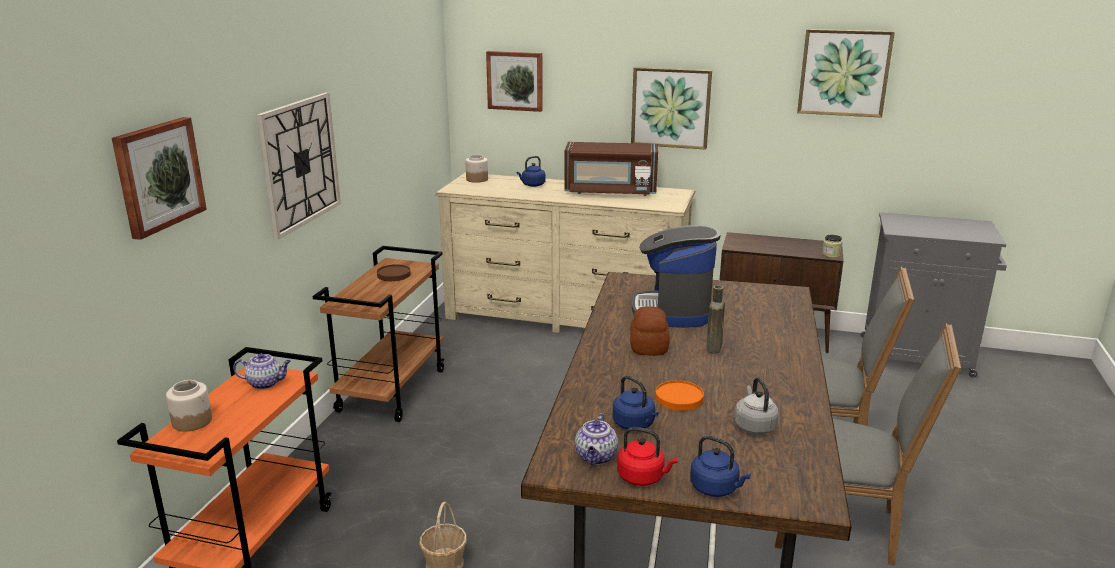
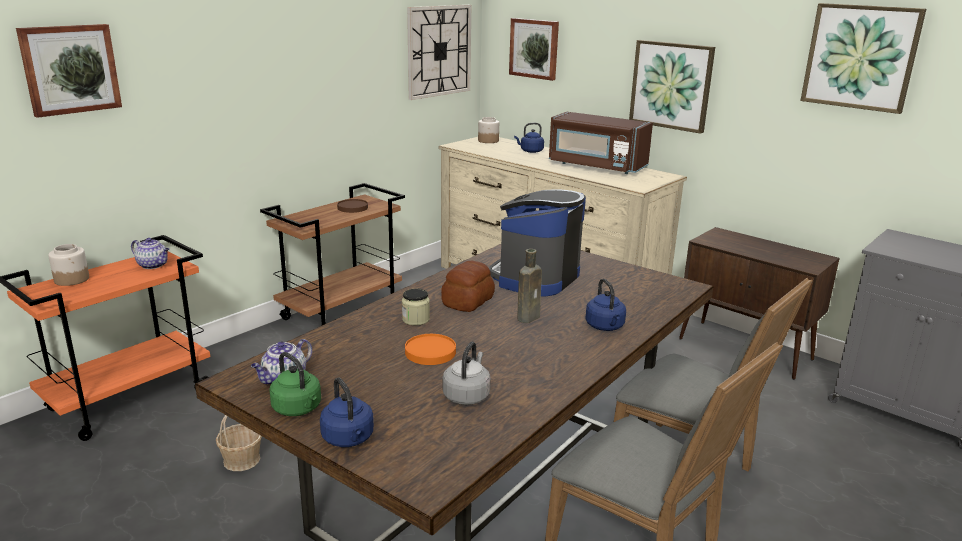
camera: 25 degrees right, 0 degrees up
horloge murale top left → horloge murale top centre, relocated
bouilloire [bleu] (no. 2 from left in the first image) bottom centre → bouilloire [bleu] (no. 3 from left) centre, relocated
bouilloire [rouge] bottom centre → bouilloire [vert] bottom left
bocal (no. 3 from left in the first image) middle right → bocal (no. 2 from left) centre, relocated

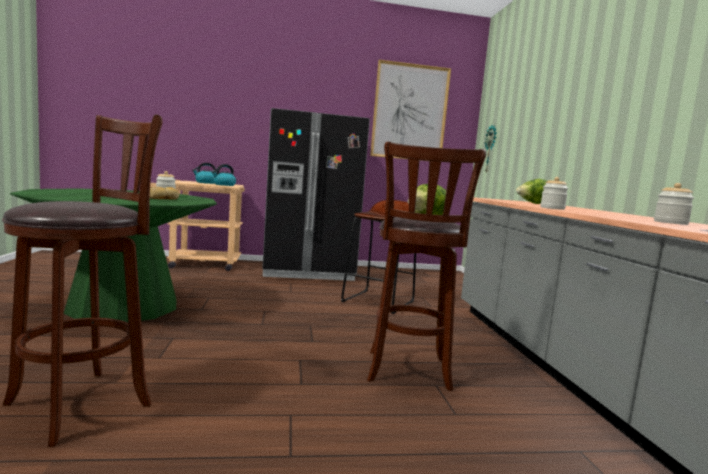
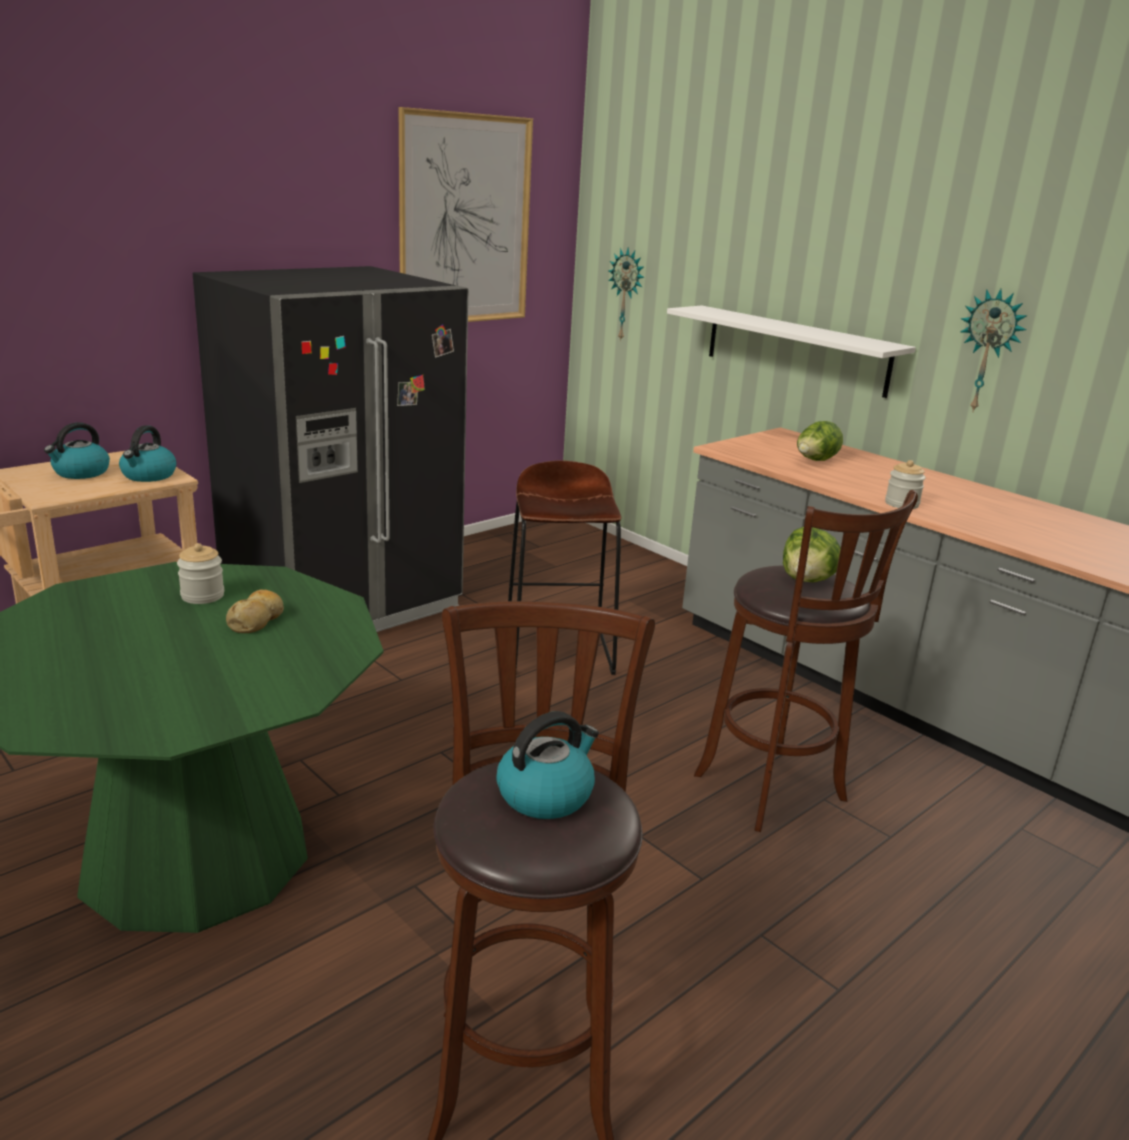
camera: 35 degrees left, 15 degrees up
bocal (no. 3 from left) middle right → -
- → bouilloire (no. 3 from left) bottom centre
- → étagère [blanc] top right
- → horloge murale (no. 2 from left) top right

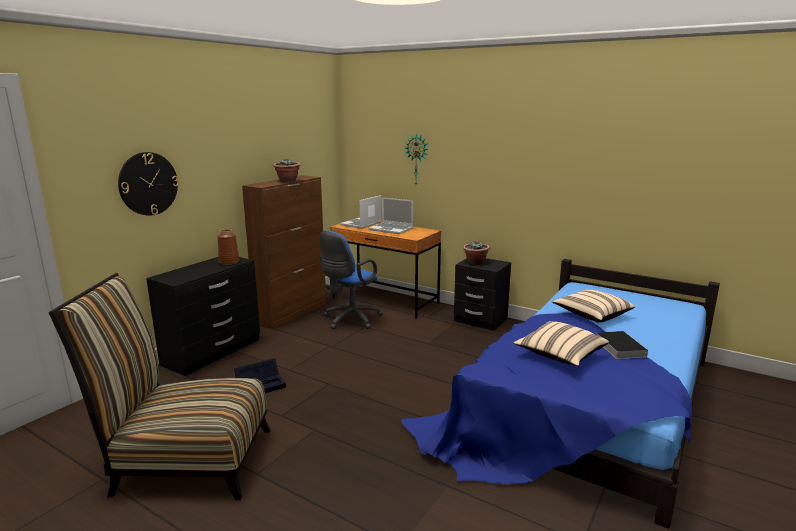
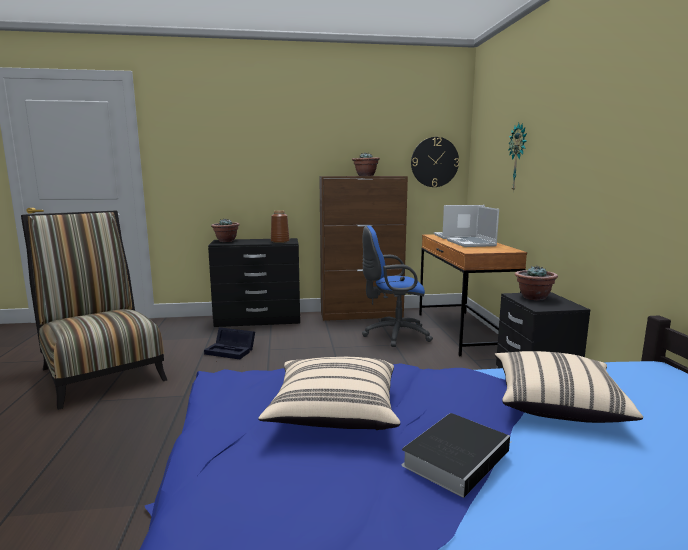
camera: 50 degrees right, 5 degrees down
horloge murale (no. 1 from left) middle left → horloge murale (no. 1 from left) top centre, relocated
- → plante en pot (no. 1 from left) middle left

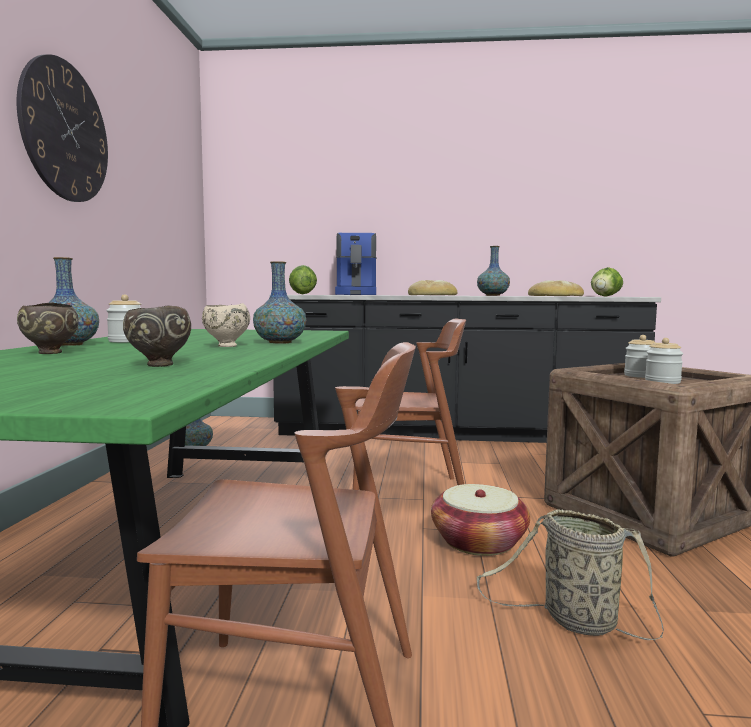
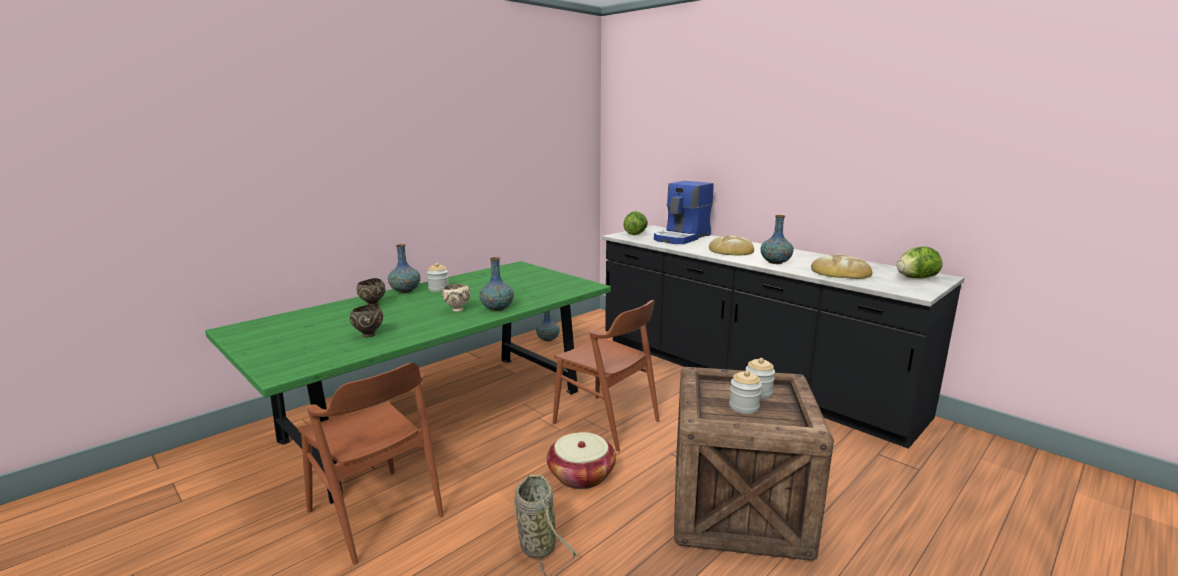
camera: 40 degrees right, 10 degrees up
horloge murale top left → -

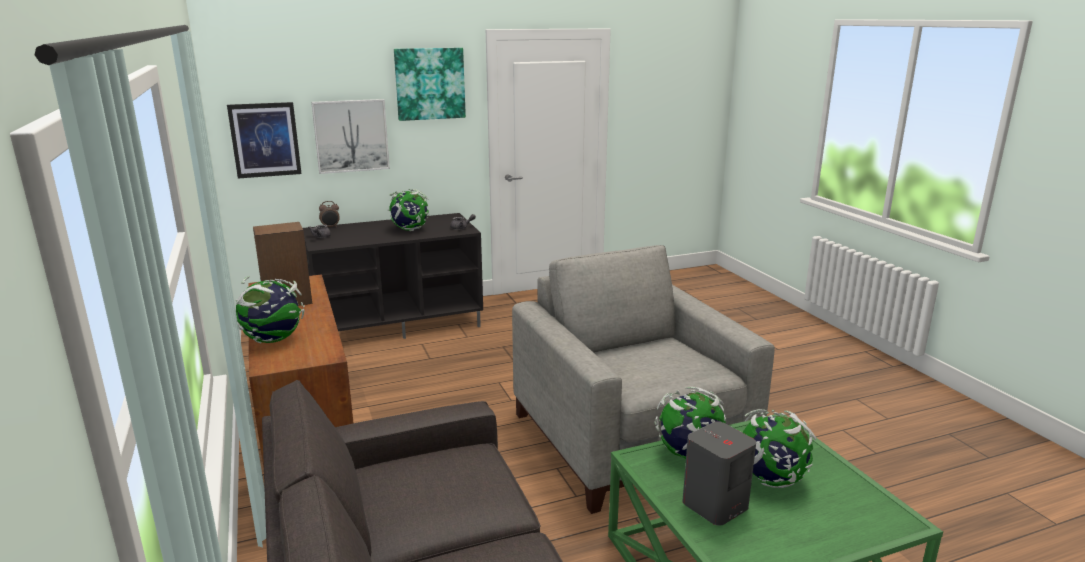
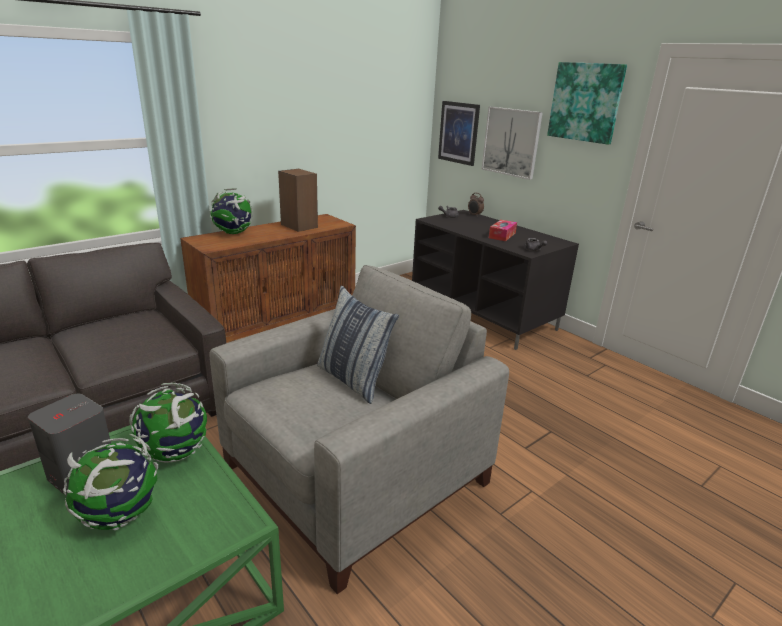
camera: 70 degrees right, 5 degrees up
globe (no. 2 from left) centre → boîte à mouchoirs centre
- → coussin centre

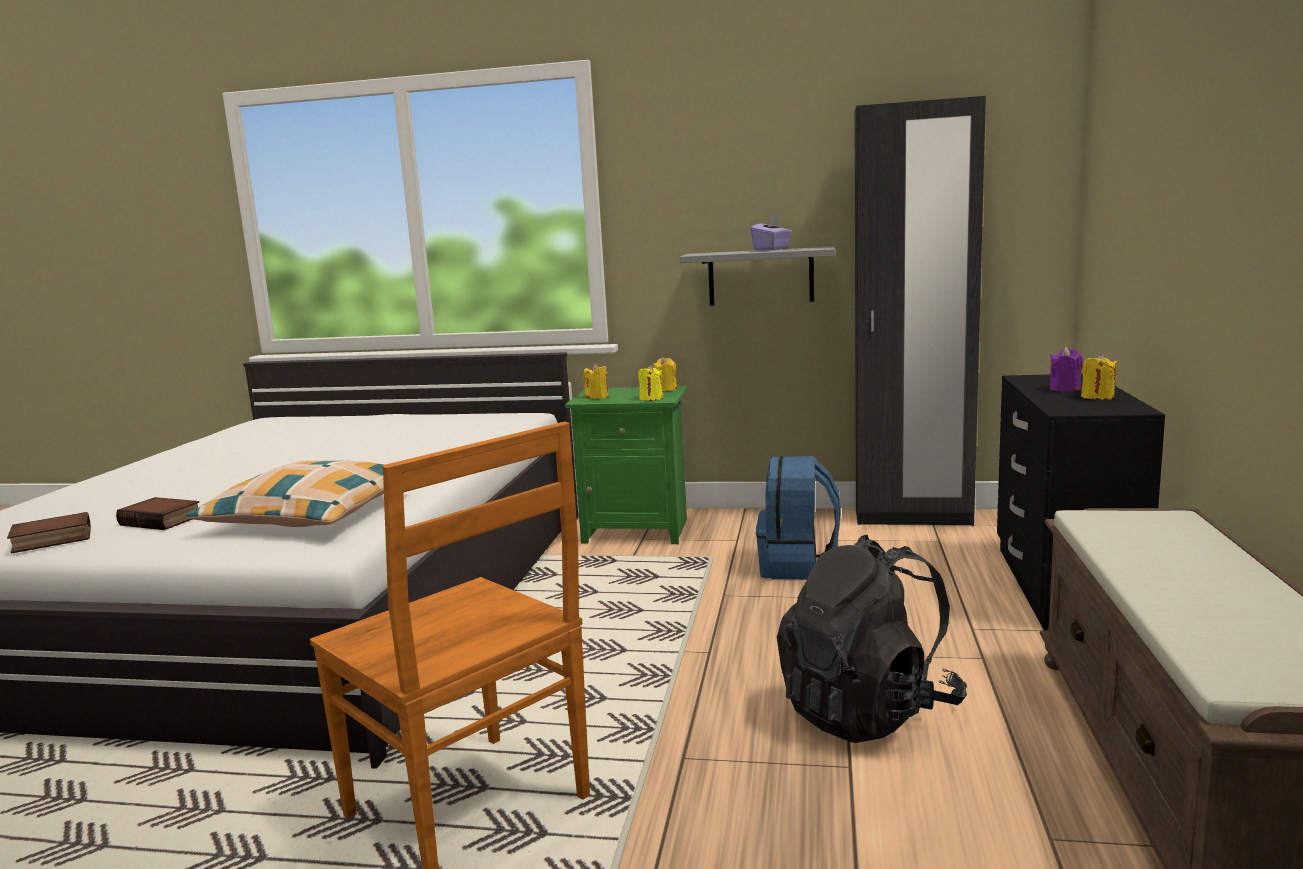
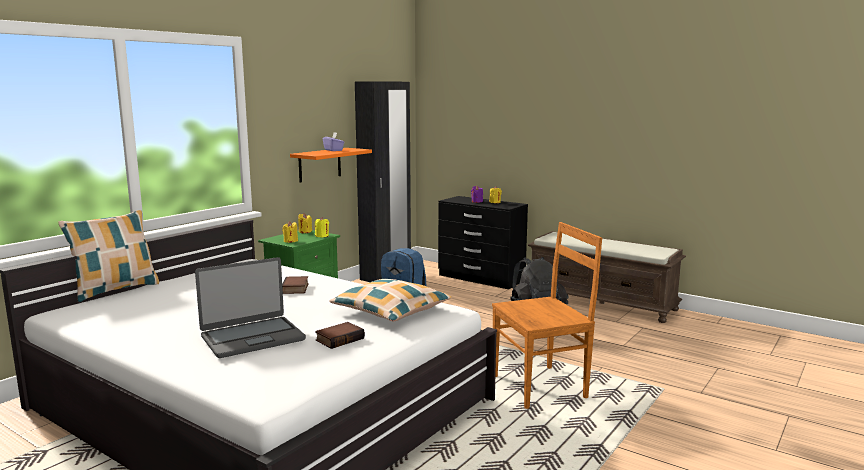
camera: 65 degrees left, 0 degrees up
livre (no. 1 from left) middle left → livre (no. 1 from left) centre, relocated
étagère [gris] top centre → étagère [orange] centre
- → coussin (no. 1 from left) middle left
- → ordinateur portable middle left

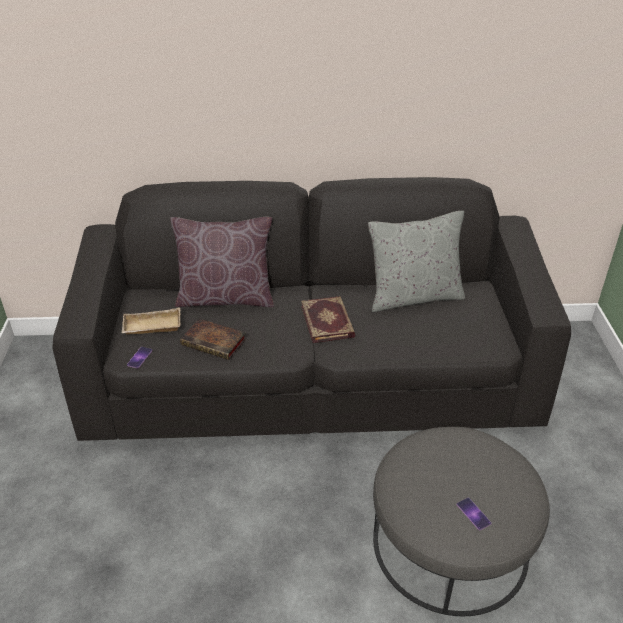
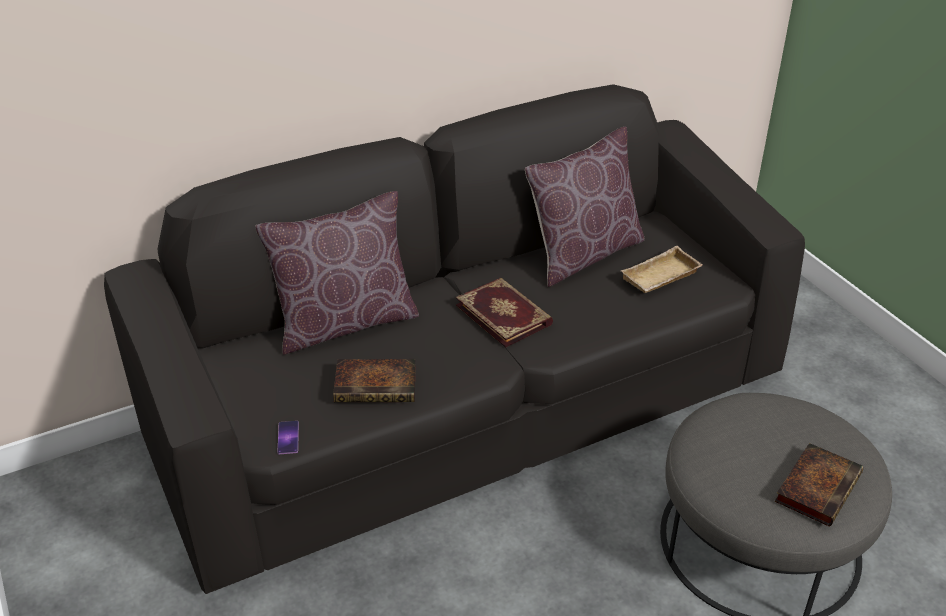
camera: 25 degrees left, 0 degrees up
plateau [beige] middle left → plateau [beige] middle right, relocated
coussin [gris] middle right → coussin [marron] (no. 2 from left) centre
téléphone (no. 2 from left) bottom right → livre (no. 3 from left) bottom right

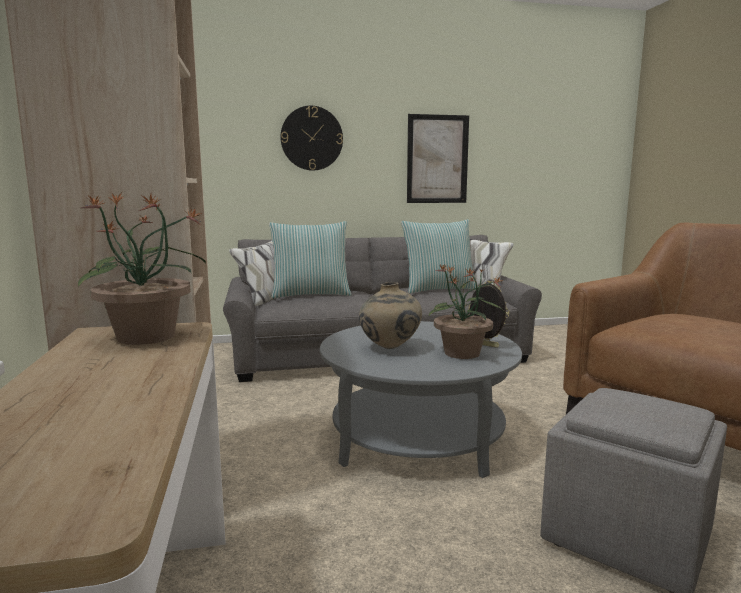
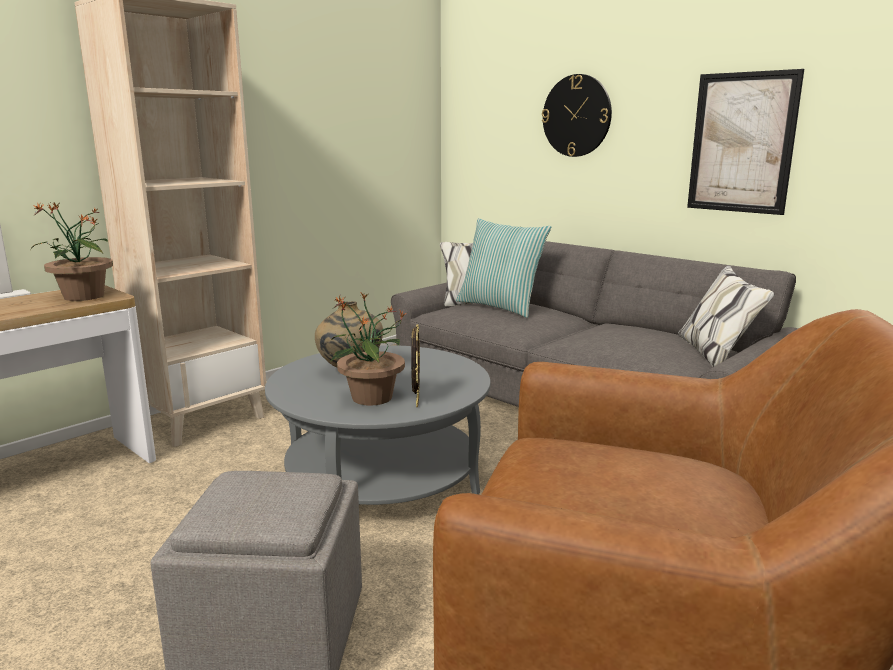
camera: 55 degrees right, 5 degrees up
coussin (no. 2 from left) centre → -

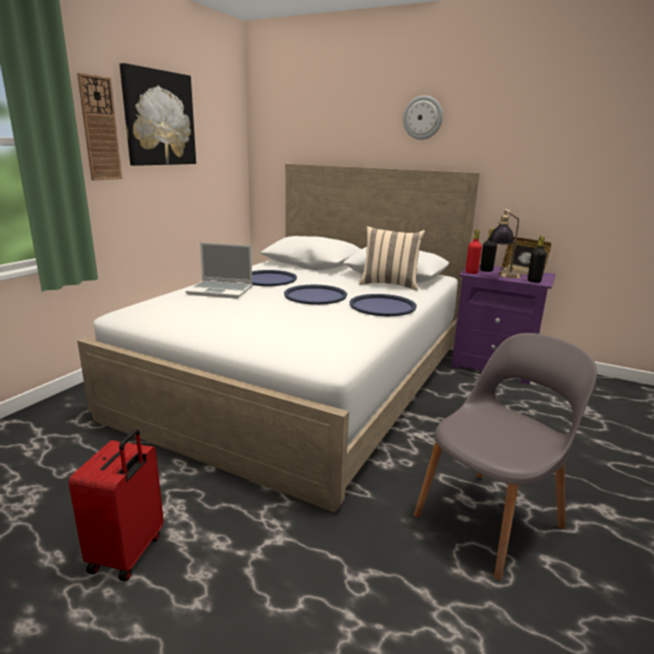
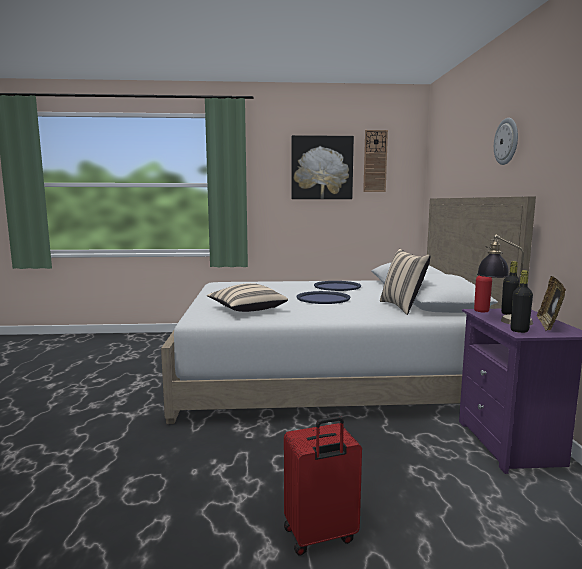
camera: 60 degrees right, 10 degrees down
valise [rouge] bottom left → valise [rouge] bottom centre, relocated
horloge murale (no. 1 from left) top left → horloge murale (no. 1 from left) top centre, relocated
ordinateur portable centre → -
plateau [bleu] (no. 3 from left) centre → -
chaise [gris] bottom right → -
- → coussin [beige] (no. 1 from left) centre

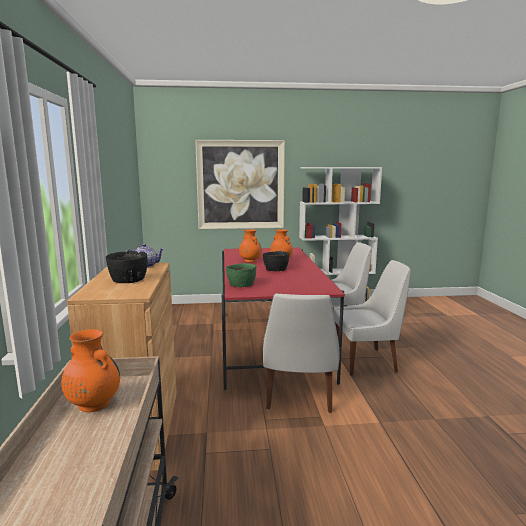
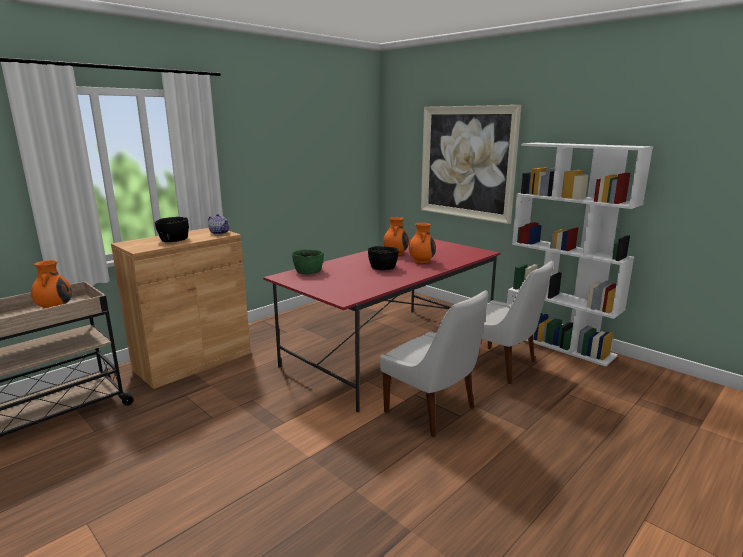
camera: 50 degrees right, 5 degrees up
chaise [blanc] (no. 1 from left) bottom centre → -

